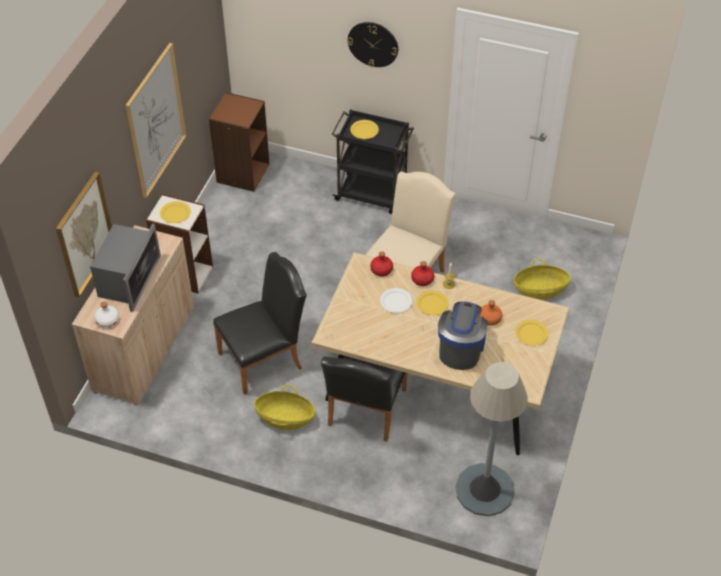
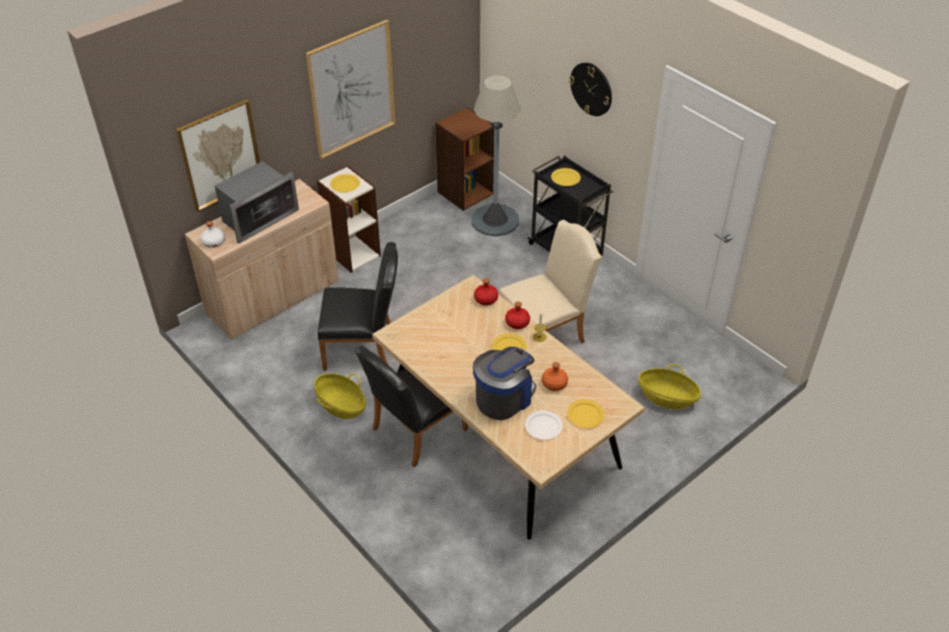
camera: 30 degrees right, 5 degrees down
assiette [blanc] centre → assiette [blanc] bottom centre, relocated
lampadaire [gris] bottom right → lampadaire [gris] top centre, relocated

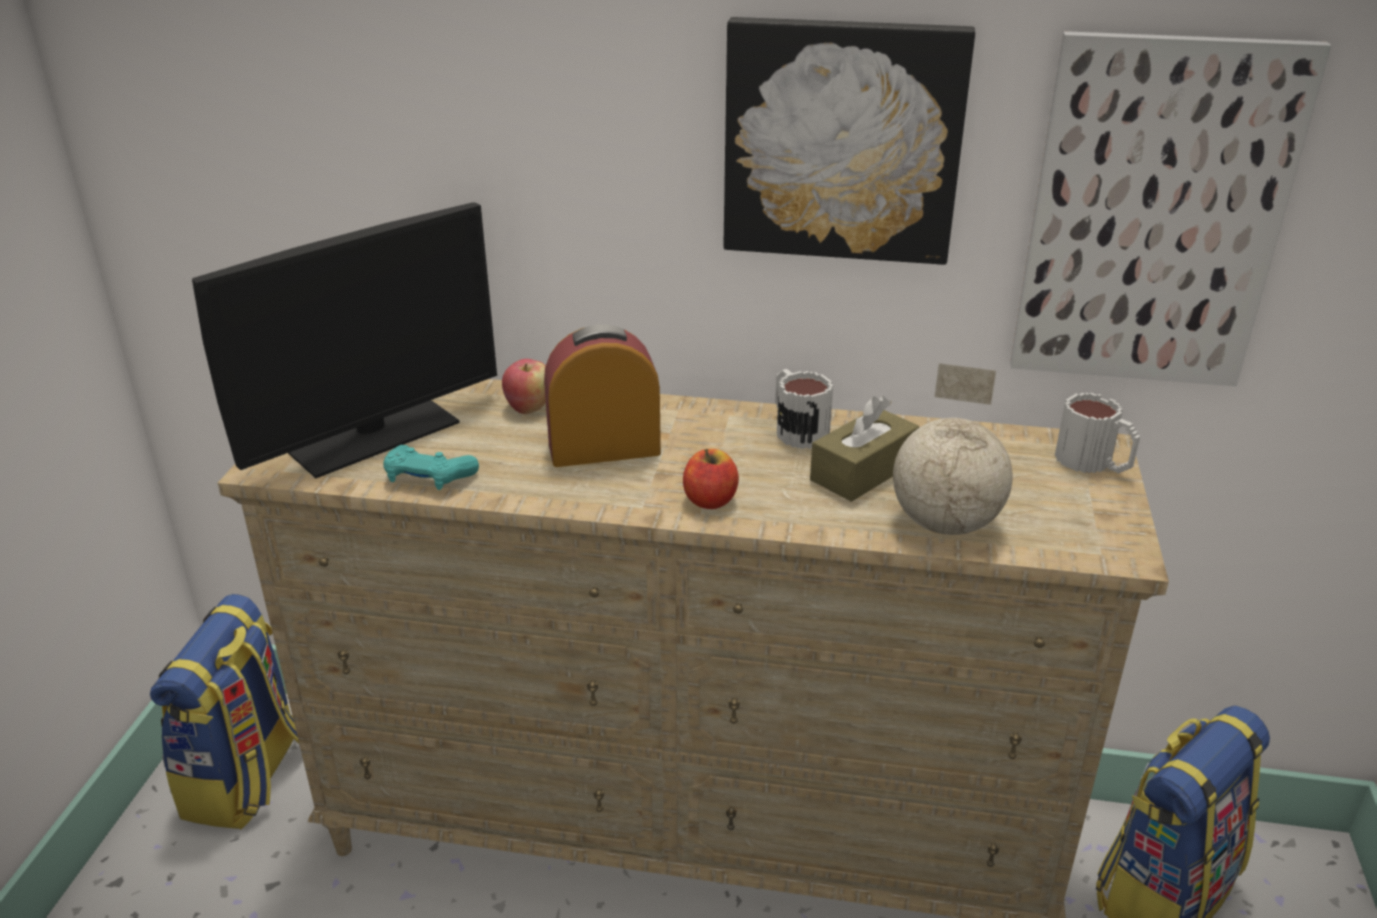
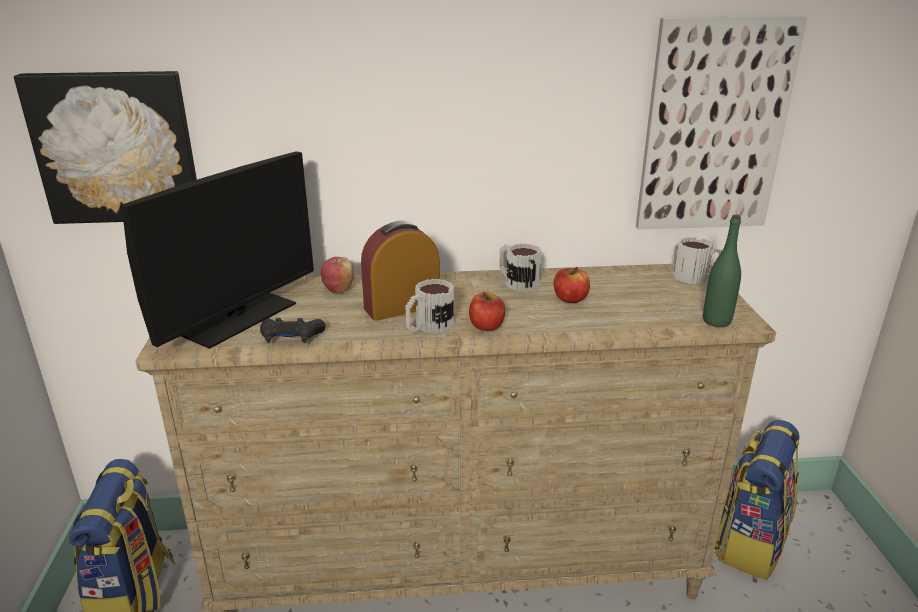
camera: 15 degrees left, 5 degrees down
manette [turquoise] middle left → manette [noir] middle left
tableau (no. 1 from left) top centre → tableau (no. 1 from left) top left, relocated
boîte à mouchoirs [marron] centre → pomme (no. 3 from left) centre
globe middle right → -
- → mug (no. 1 from left) centre
- → bouteille [vert] middle right

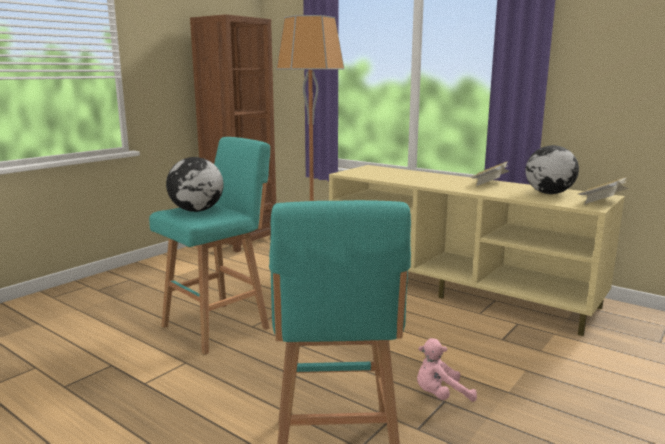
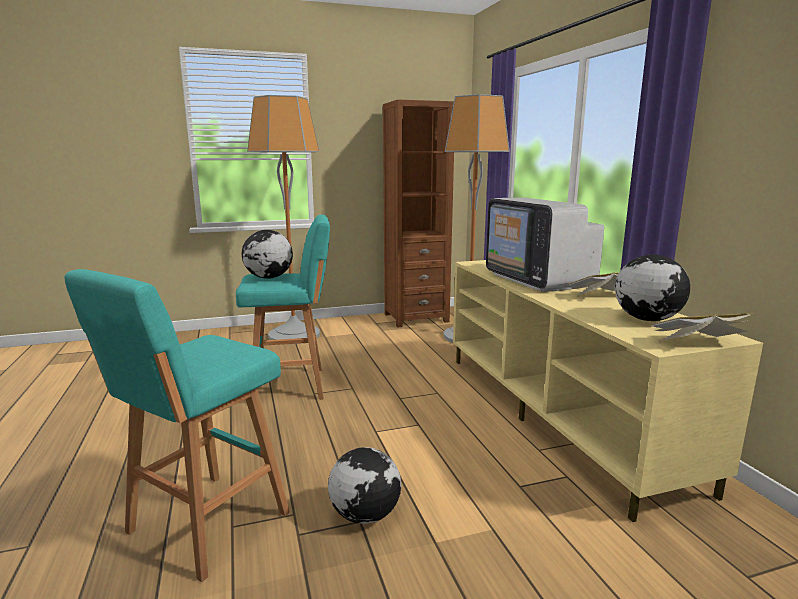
camera: 35 degrees right, 0 degrees up
peluche [rose] bottom right → globe (no. 2 from left) bottom centre
- → lampadaire (no. 1 from left) centre
- → téléviseur middle right

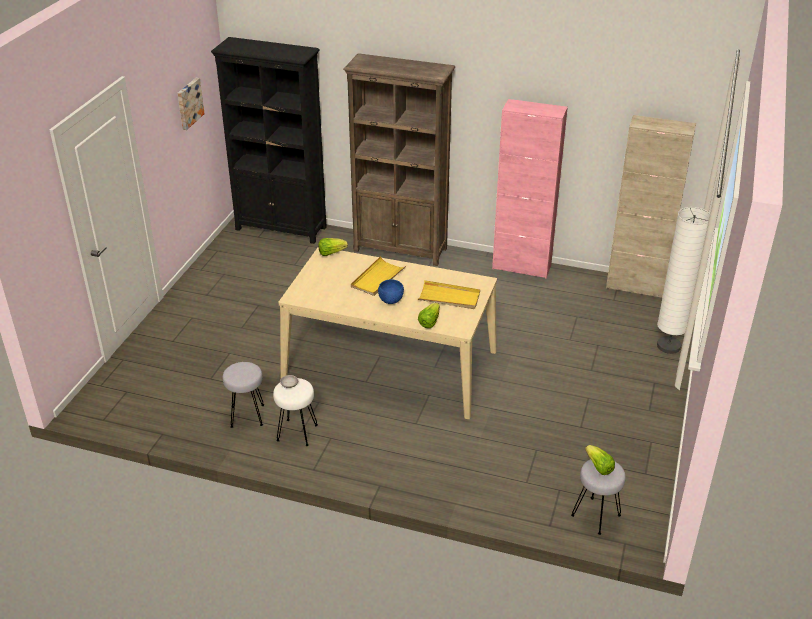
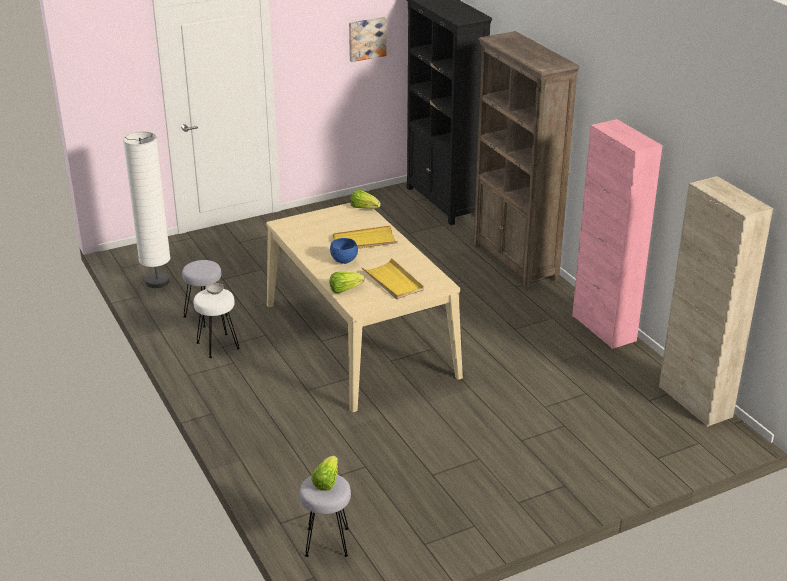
camera: 45 degrees right, 5 degrees down
lampadaire [blanc] middle right → lampadaire [blanc] middle left, relocated

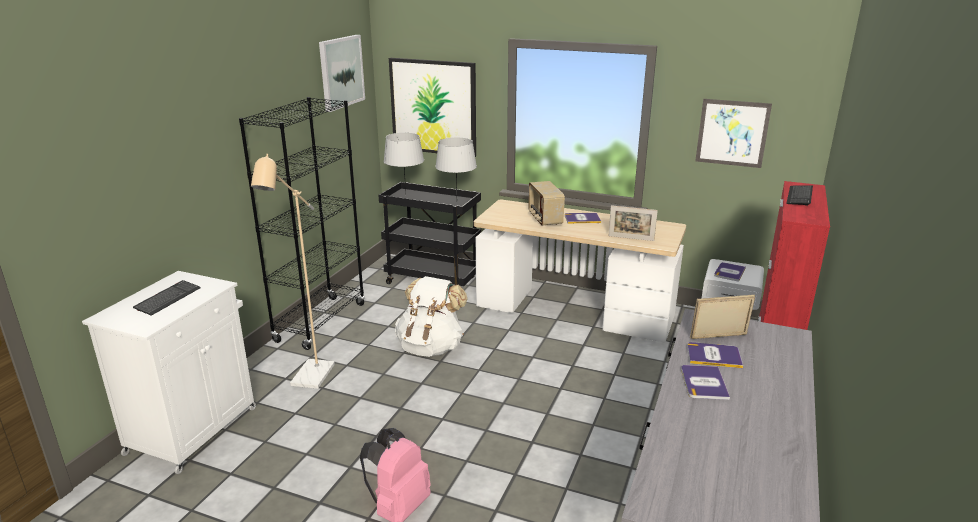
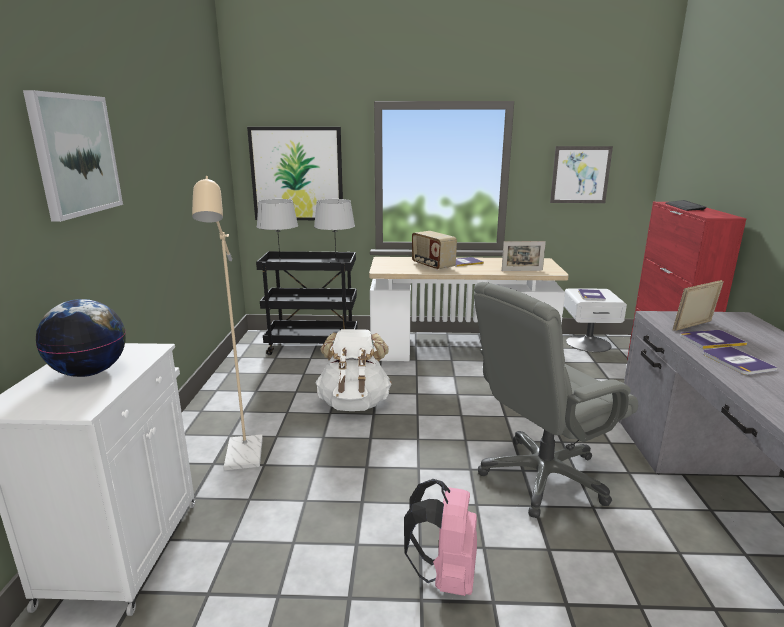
camera: 20 degrees left, 5 degrees down
clavier (no. 1 from left) middle left → globe middle left
bibliothèque [noir] middle left → -
tableau (no. 1 from left) top centre → tableau (no. 1 from left) top left, relocated
- → chaise de bureau [gris] middle right

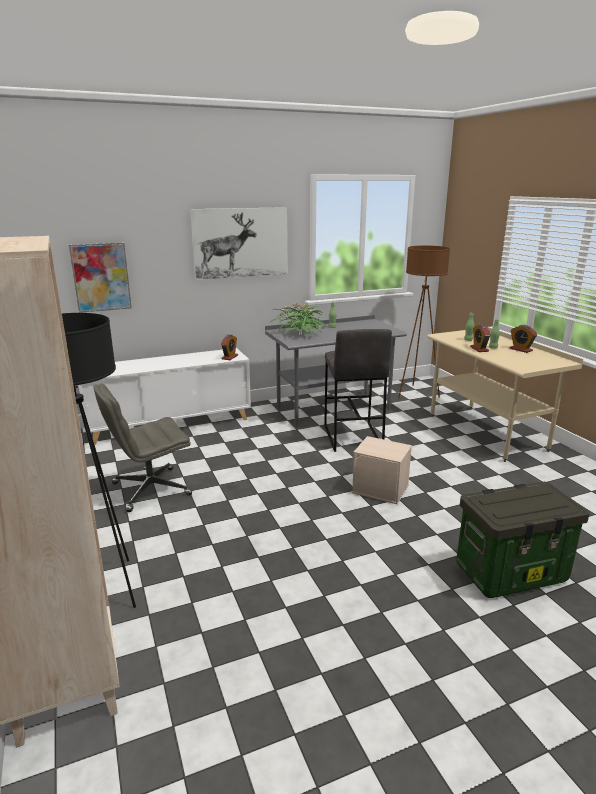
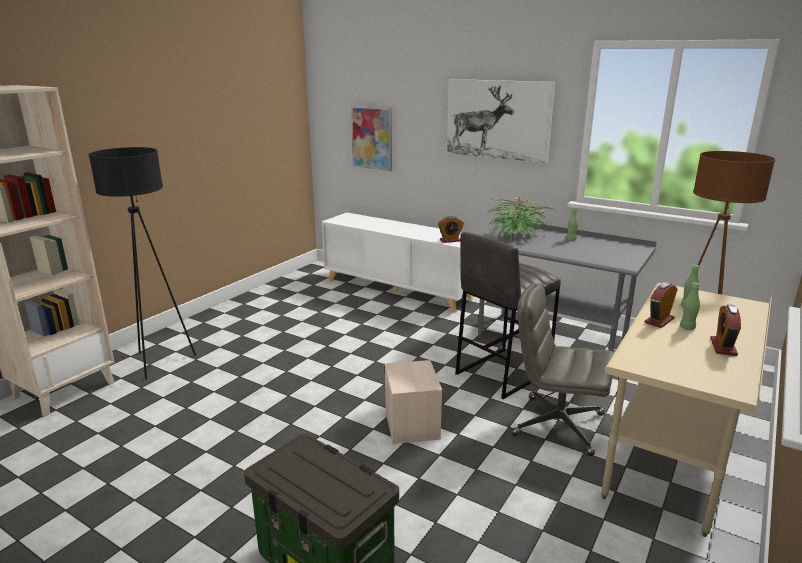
camera: 55 degrees right, 0 degrees up
chaise de bureau [gris] middle left → chaise de bureau [gris] middle right, relocated

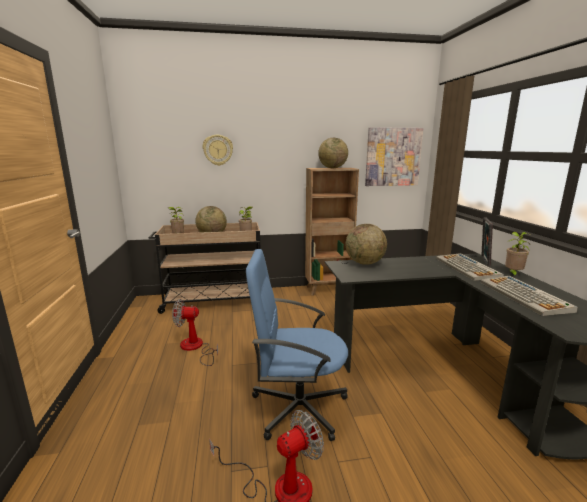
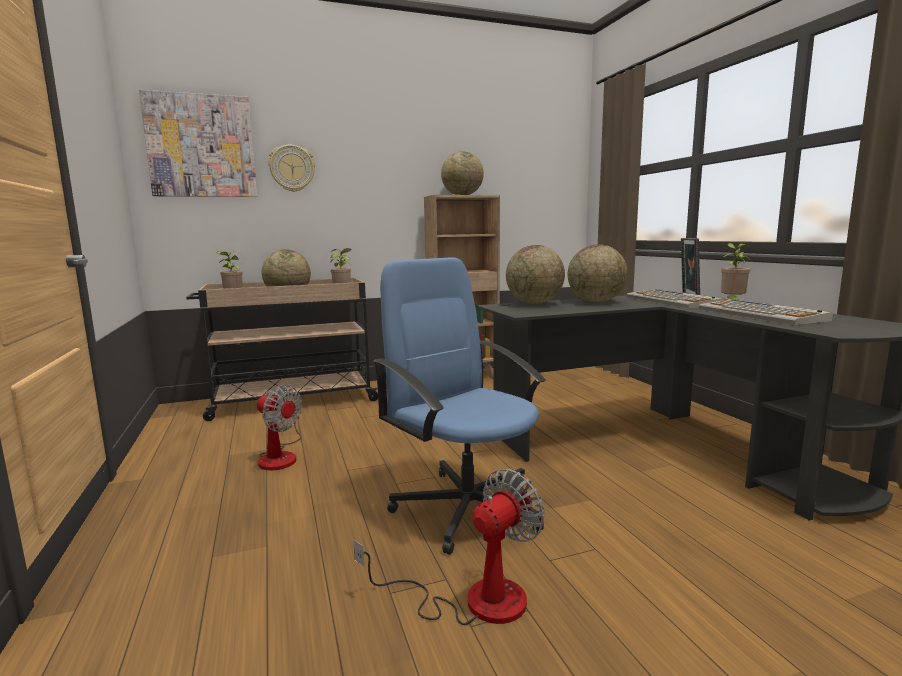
camera: 10 degrees left, 5 degrees down
ventilateur (no. 1 from left) middle left, 135 degrees counterclockwise
chaise de bureau [bleu] bottom centre → chaise de bureau [bleu] centre, 60 degrees clockwise
tableau top right → tableau top left, relocated
- → globe (no. 4 from left) centre

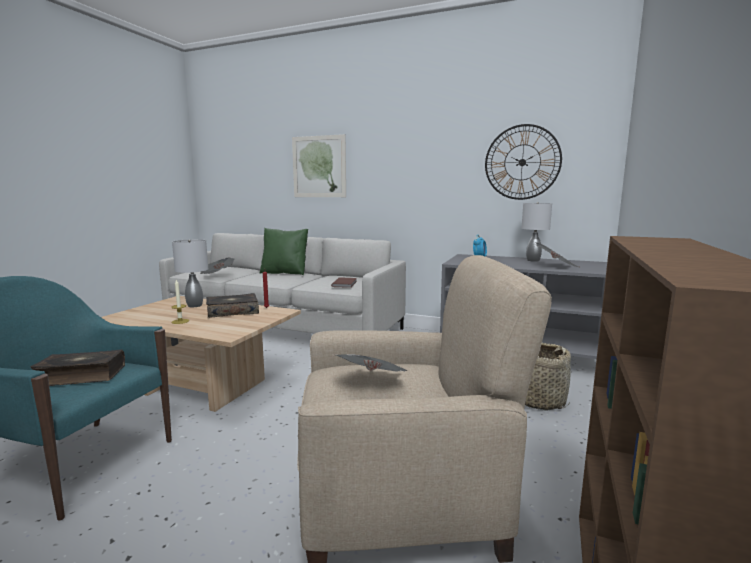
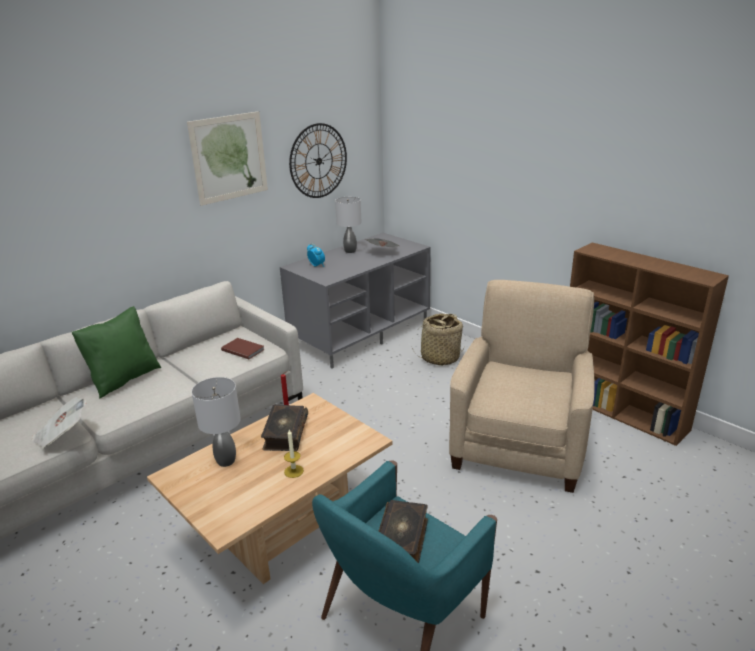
camera: 65 degrees left, 15 degrees up
tableau top centre → tableau top left, relocated
journal (no. 2 from left) centre → -

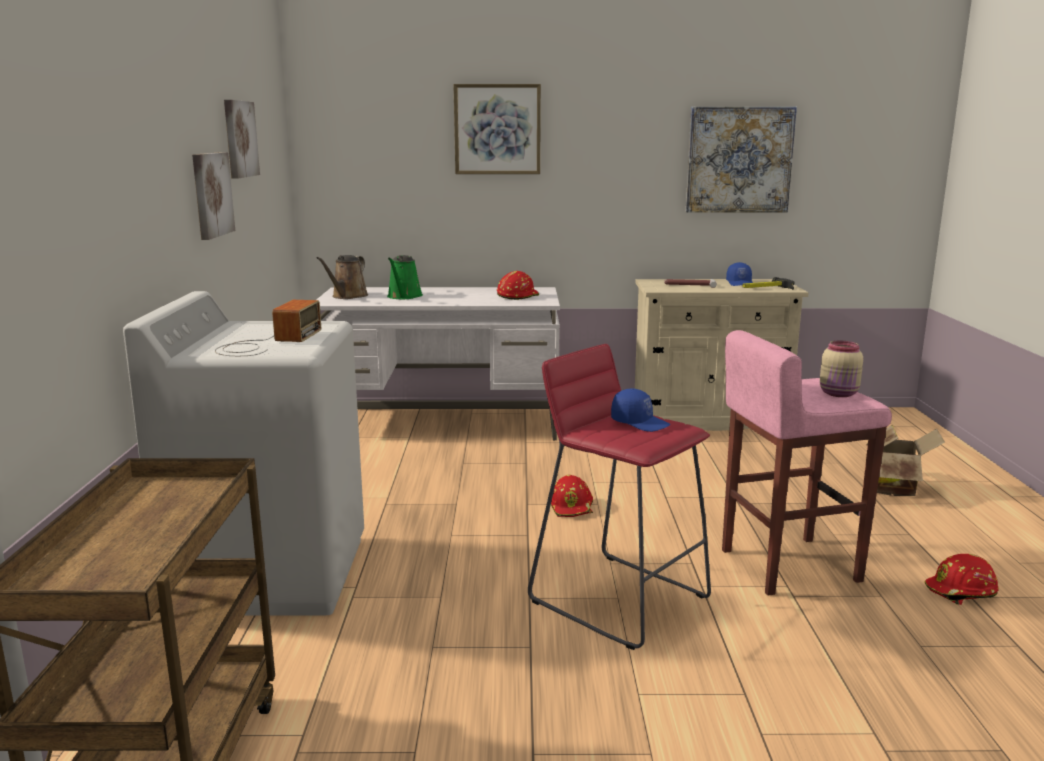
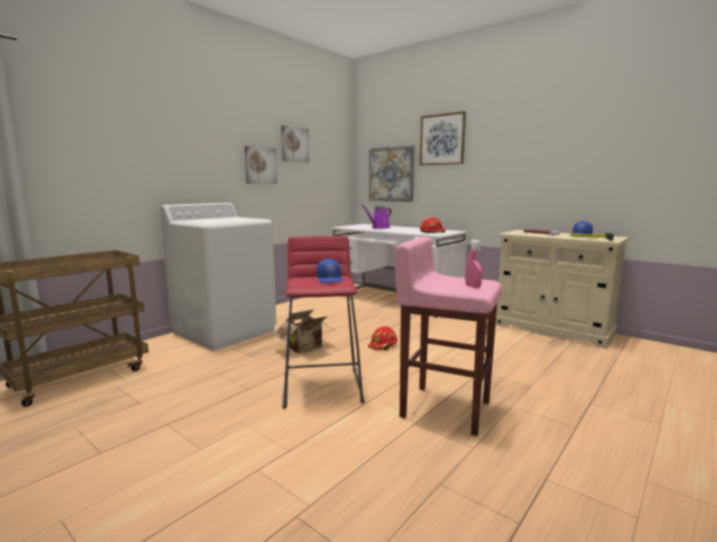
camera: 40 degrees right, 5 degrees down
radio middle left → -
arrosoir [marron] middle left → -
arrosoir [vert] centre → arrosoir [violet] centre
tableau (no. 4 from left in the first image) top right → tableau (no. 3 from left) top centre, relocated
bocal [beige] middle right → vaporisateur [rose] centre
carton middle right → carton centre, relocated
casque de chantier [rouge] (no. 3 from left) bottom right → -

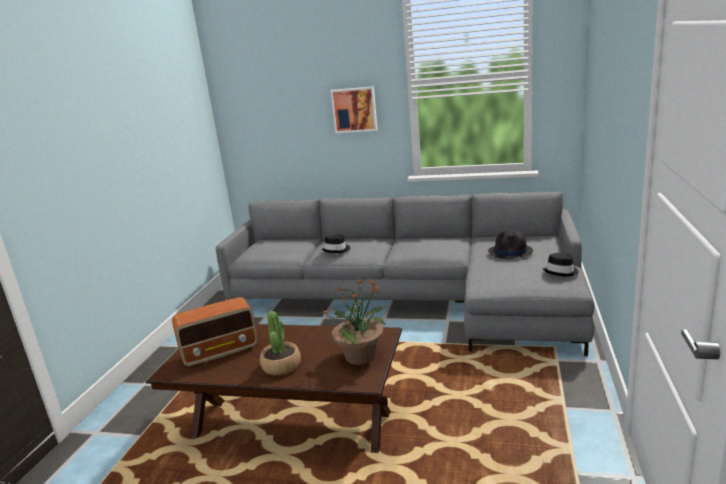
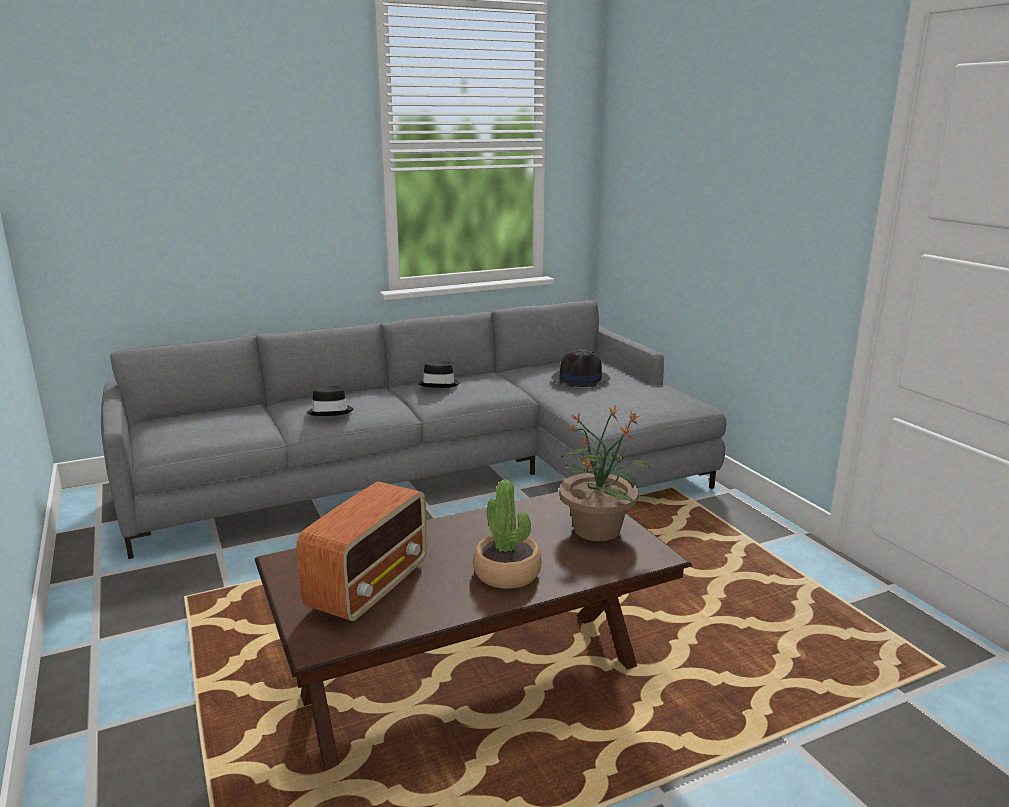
camera: 40 degrees left, 0 degrees up
tableau top centre → -
chapeau [noir] (no. 3 from left in the first image) middle right → chapeau [noir] (no. 2 from left) centre, relocated

